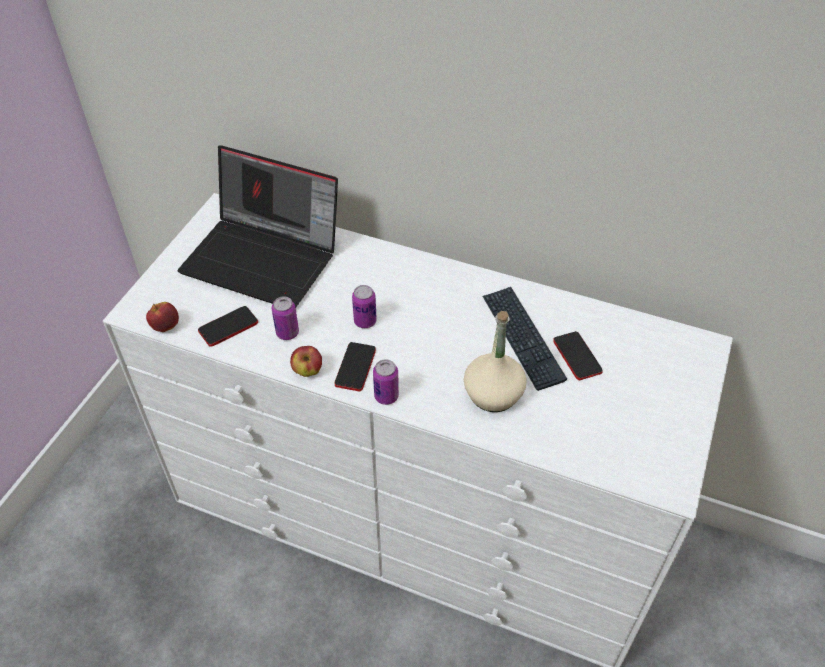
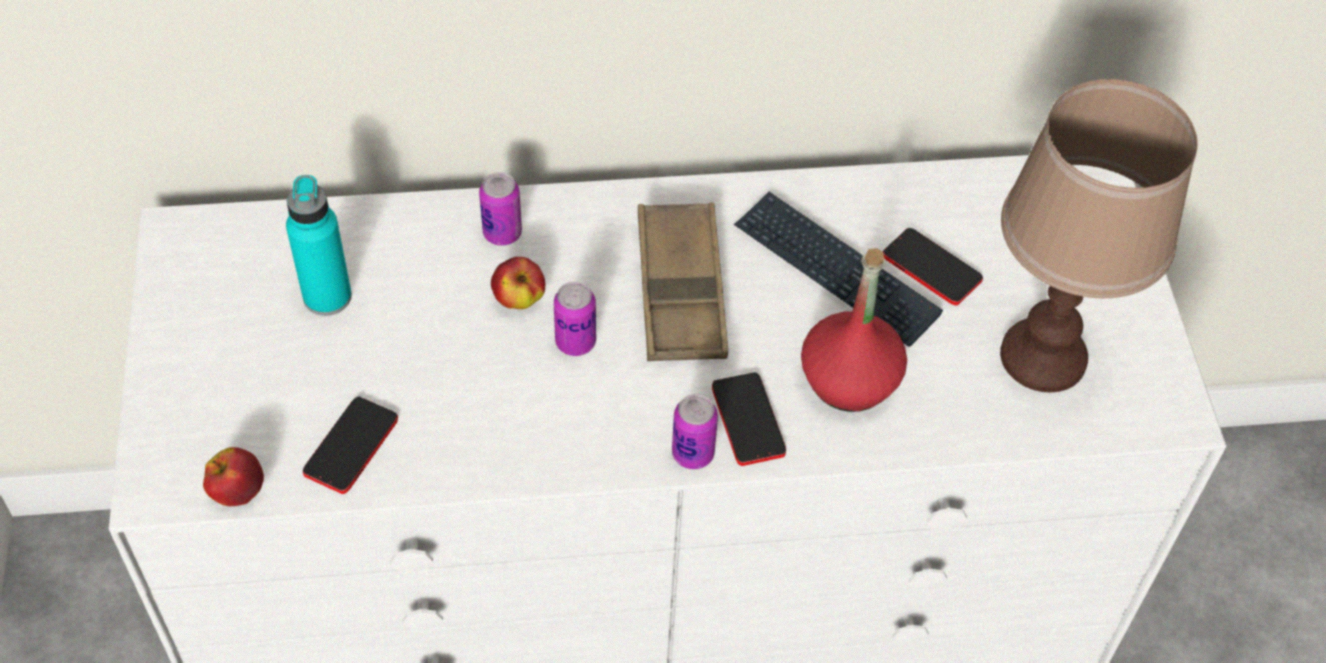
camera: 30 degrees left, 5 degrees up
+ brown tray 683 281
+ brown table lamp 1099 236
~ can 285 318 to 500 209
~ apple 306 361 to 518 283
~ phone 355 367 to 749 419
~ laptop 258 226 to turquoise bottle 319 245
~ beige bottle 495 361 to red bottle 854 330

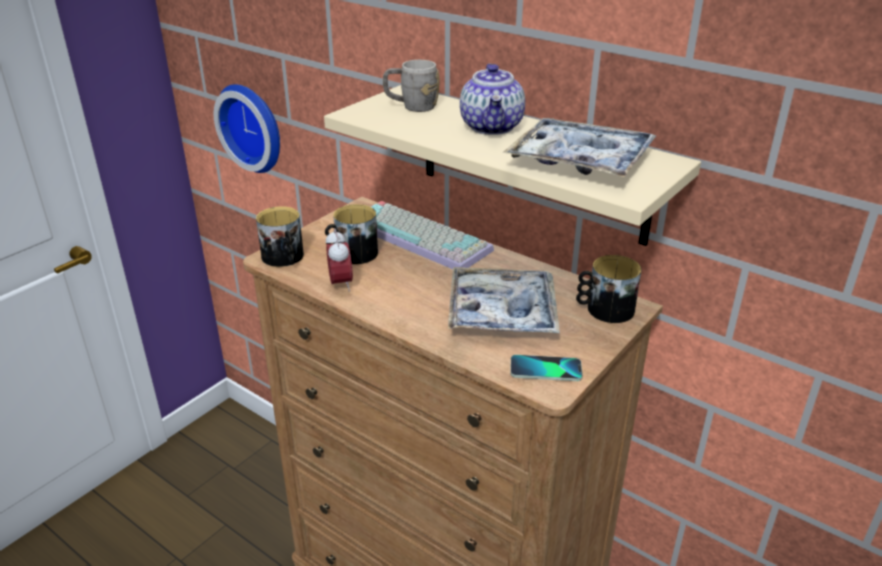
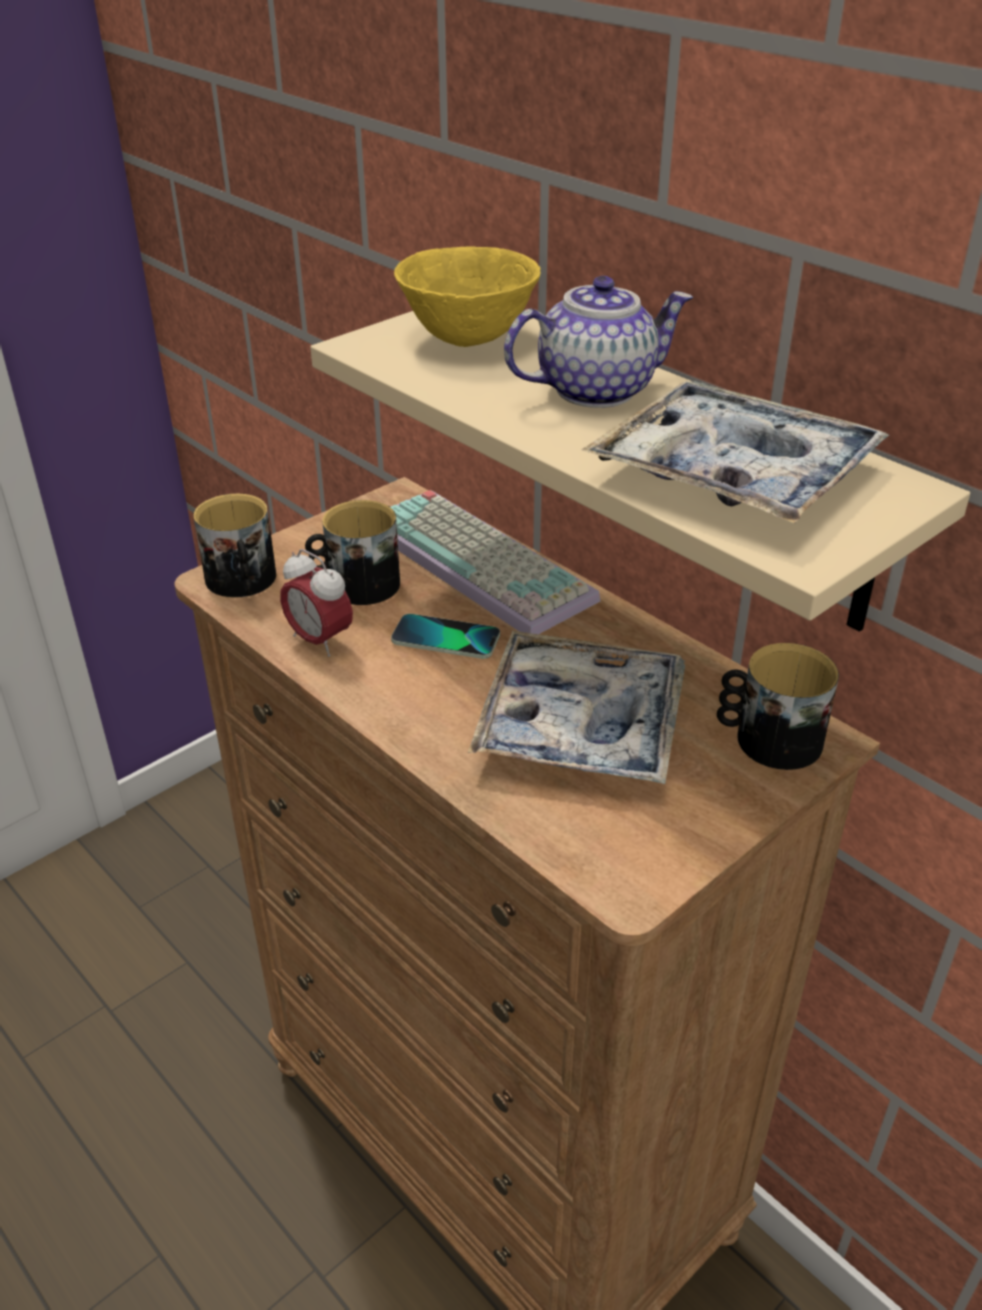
camera: 10 degrees right, 5 degrees up
- wall clock 247 129
~ phone 546 368 to 445 636
~ grey mug 411 86 to yellow bowl 467 297
~ alarm clock 339 260 = 316 603 135 degrees clockwise
~ teapot 492 99 = 598 342 120 degrees counterclockwise

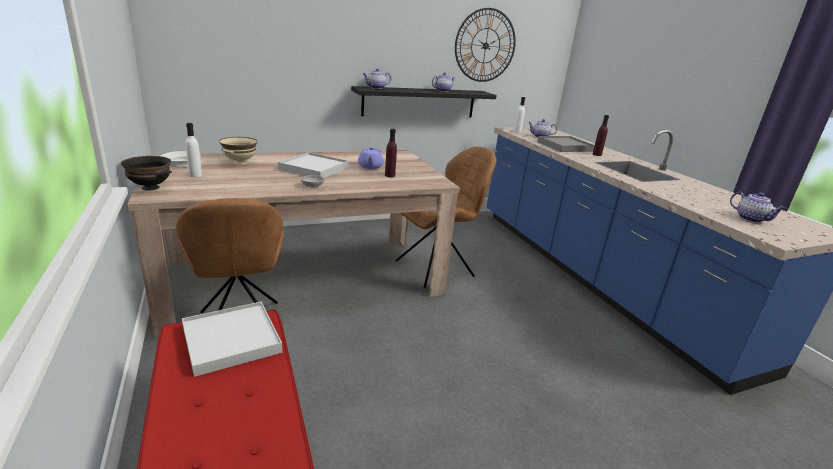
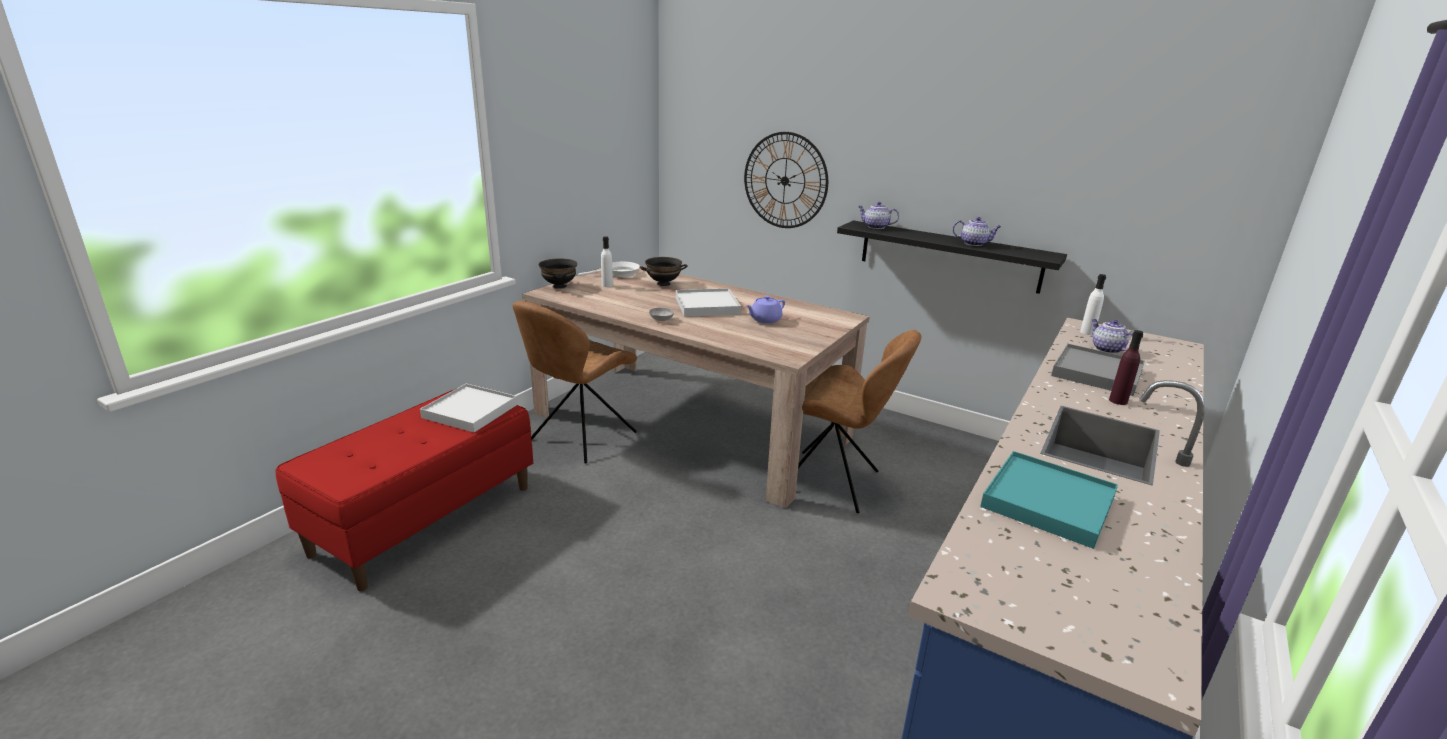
camera: 55 degrees right, 0 degrees up
- purple bottle 391 153
- teapot 758 207
+ turquoise tray 1049 500
~ wall clock 485 45 to 786 180
~ beige bowl 238 151 to black bowl 664 271

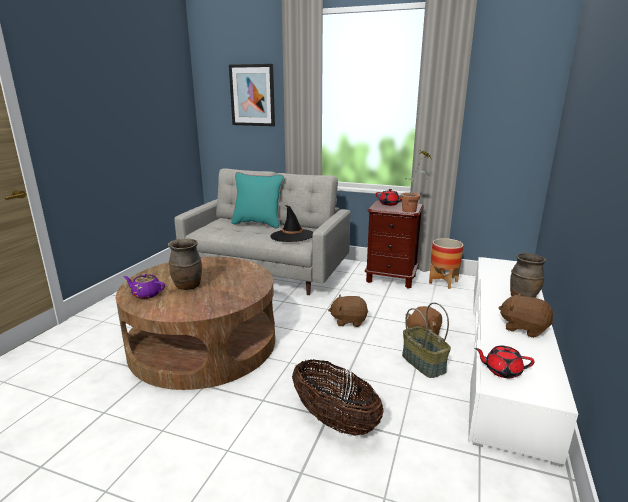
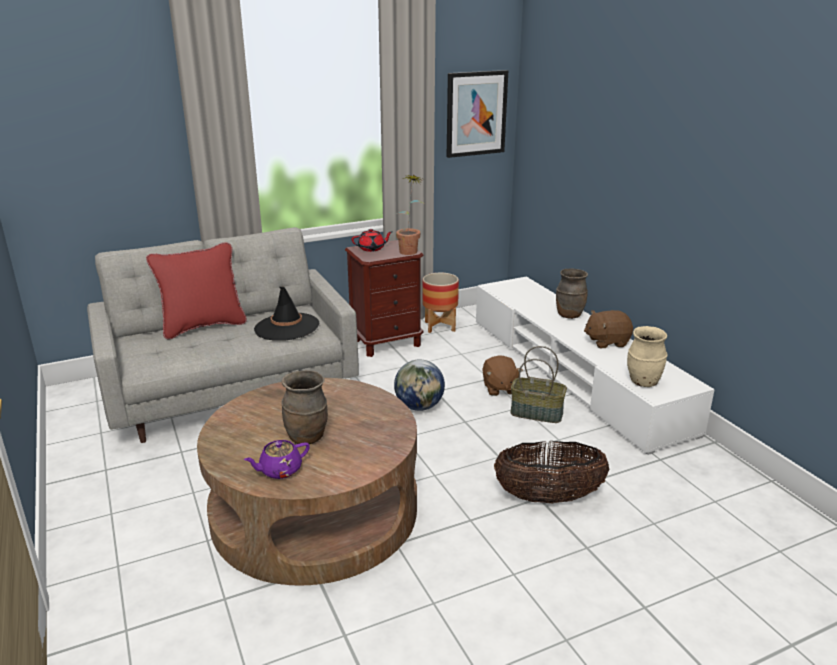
camera: 45 degrees left, 5 degrees up
~ picture 252 95 to 477 114
~ brown plush toy 348 310 to globe 419 385
~ red teapot 504 362 to beige vase 647 356
~ turquoise pillow 257 200 to red pillow 196 291

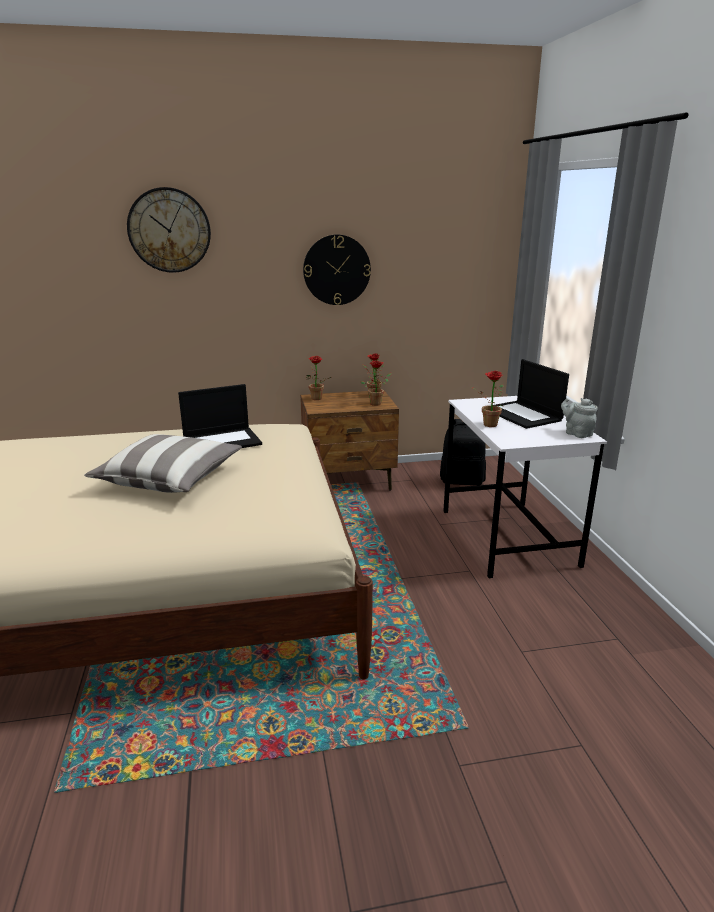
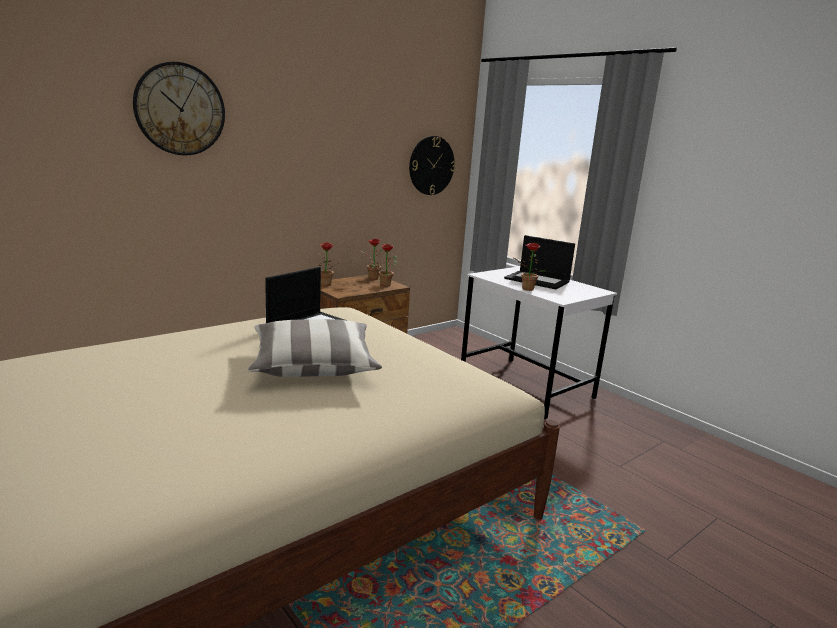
camera: 30 degrees left, 5 degrees down
- black backpack 463 452
- grey teapot 579 418
~ wall clock 337 269 to 432 165

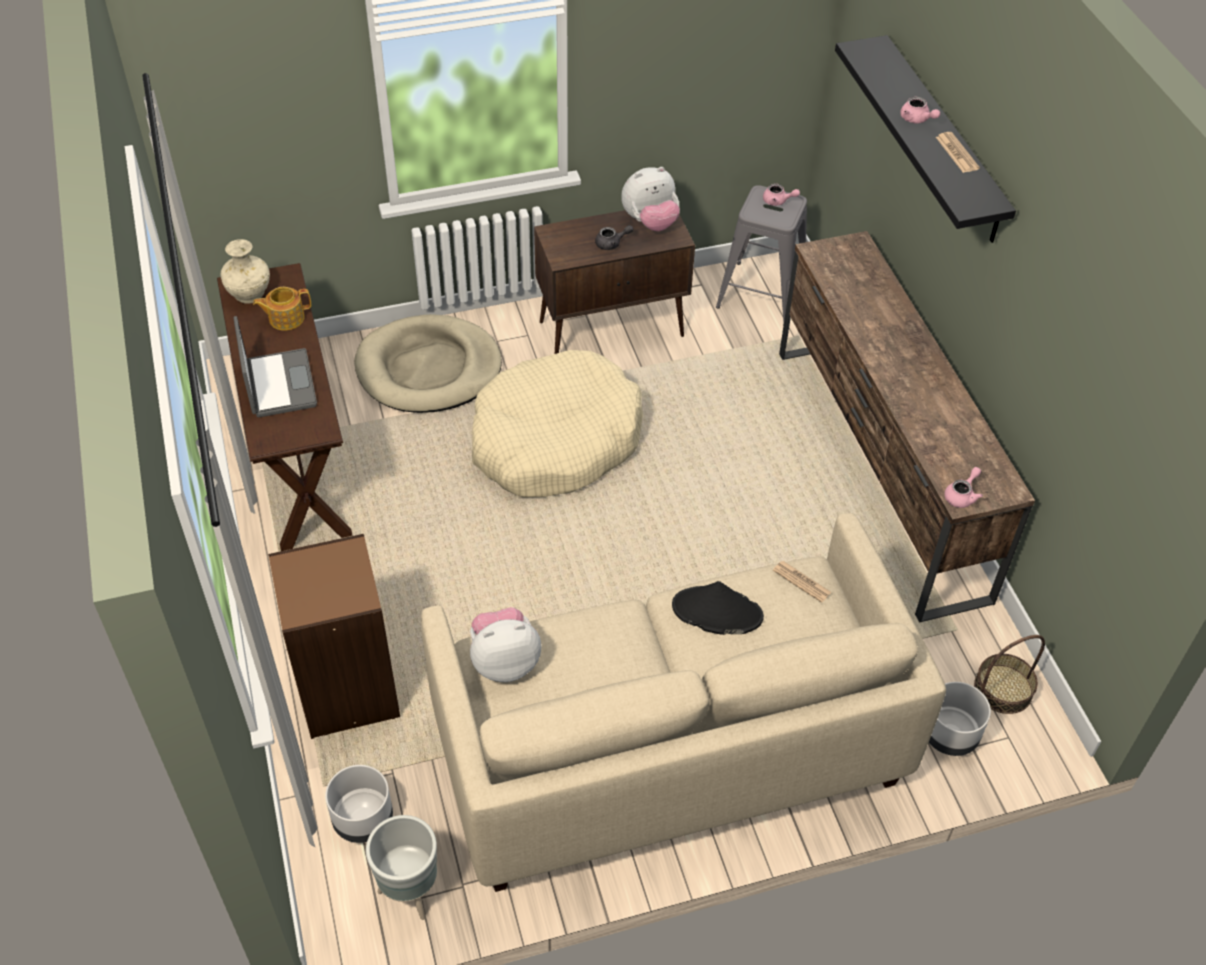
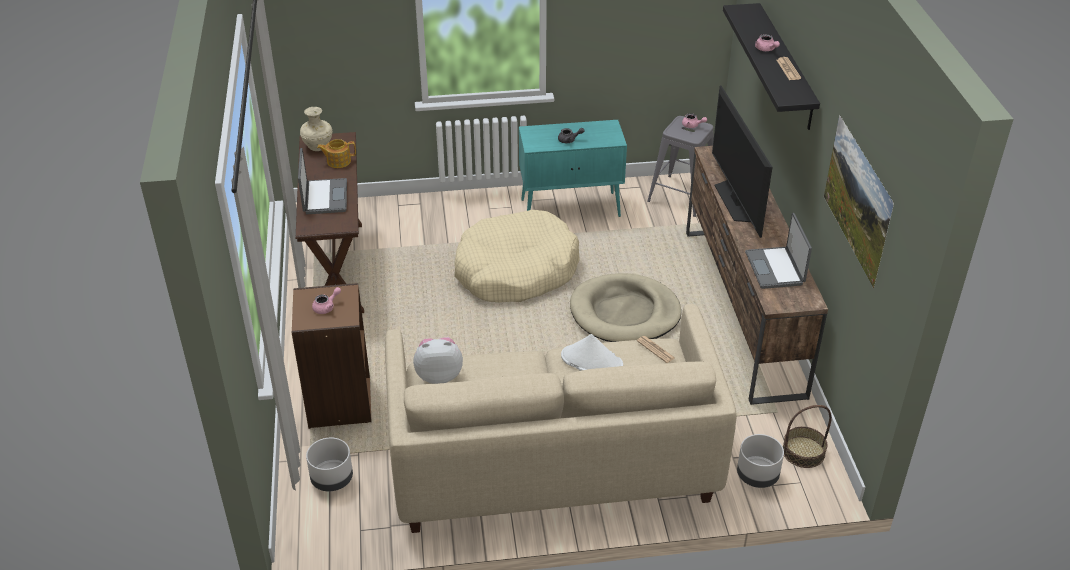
camera: 10 degrees right, 10 degrees down
- grey planter 401 867
- plush toy 650 199
+ television 742 161
+ laptop 778 251
+ picture 859 201
~ beige dog bed 428 363 to 625 307
~ pink teapot 963 487 to 326 300
~ brown cabinet 614 282 to turquoise cabinet 573 168
~ black hat 718 608 to white hat 592 352

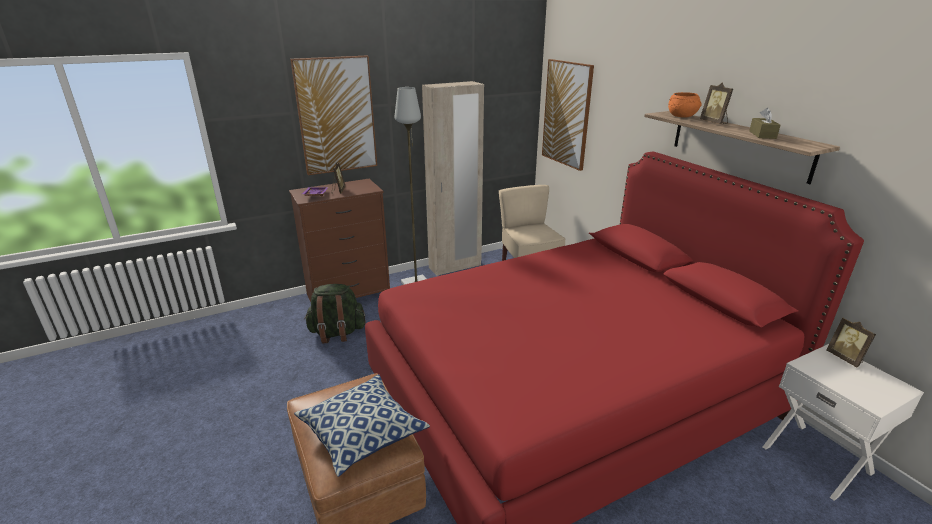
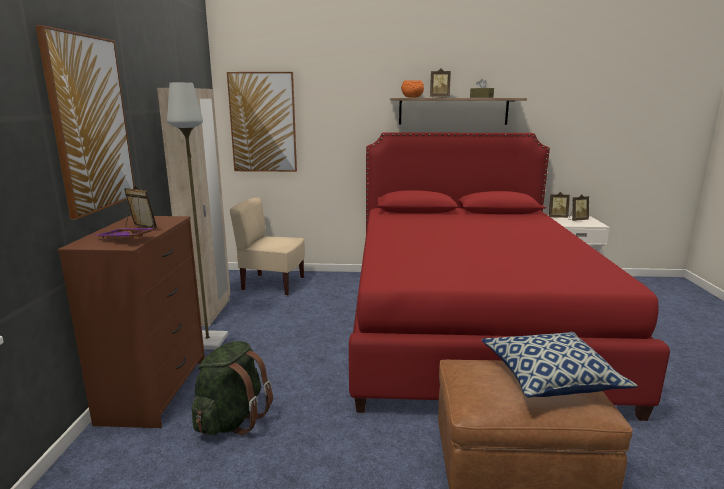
camera: 60 degrees left, 10 degrees down
+ picture frame 579 207

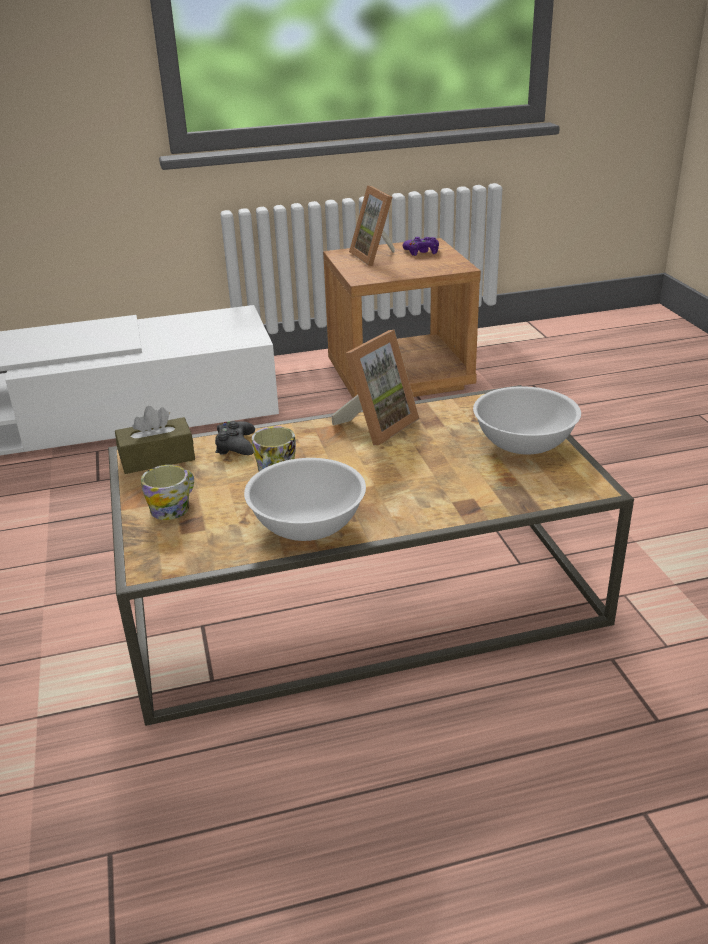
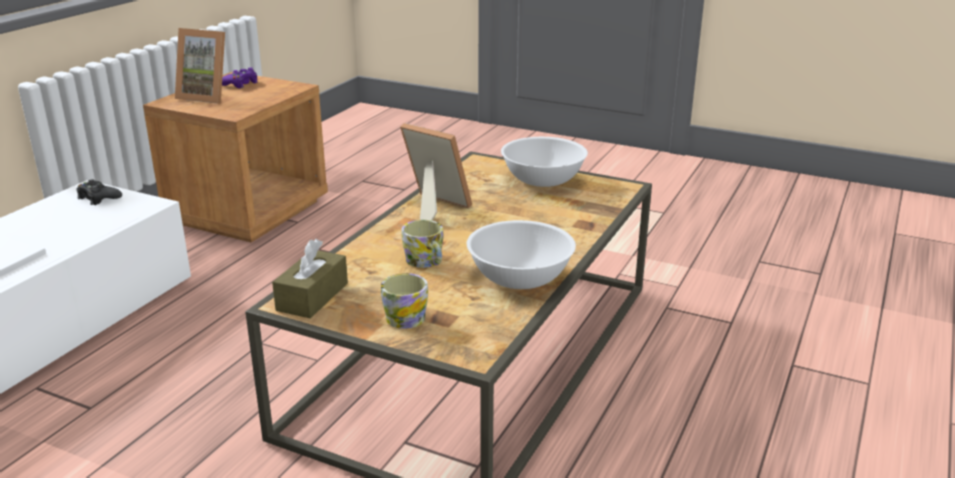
camera: 50 degrees left, 5 degrees down
~ black game controller 235 438 to 99 192
~ picture frame 375 387 = 436 172 45 degrees counterclockwise

